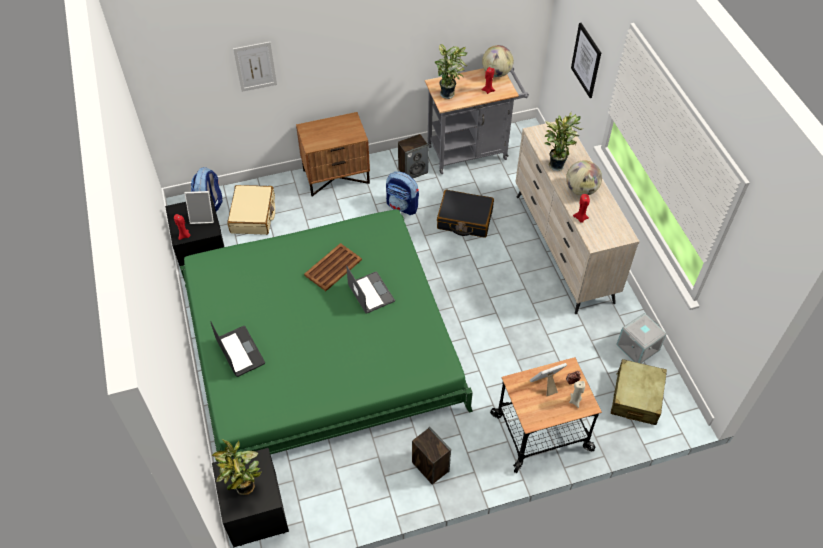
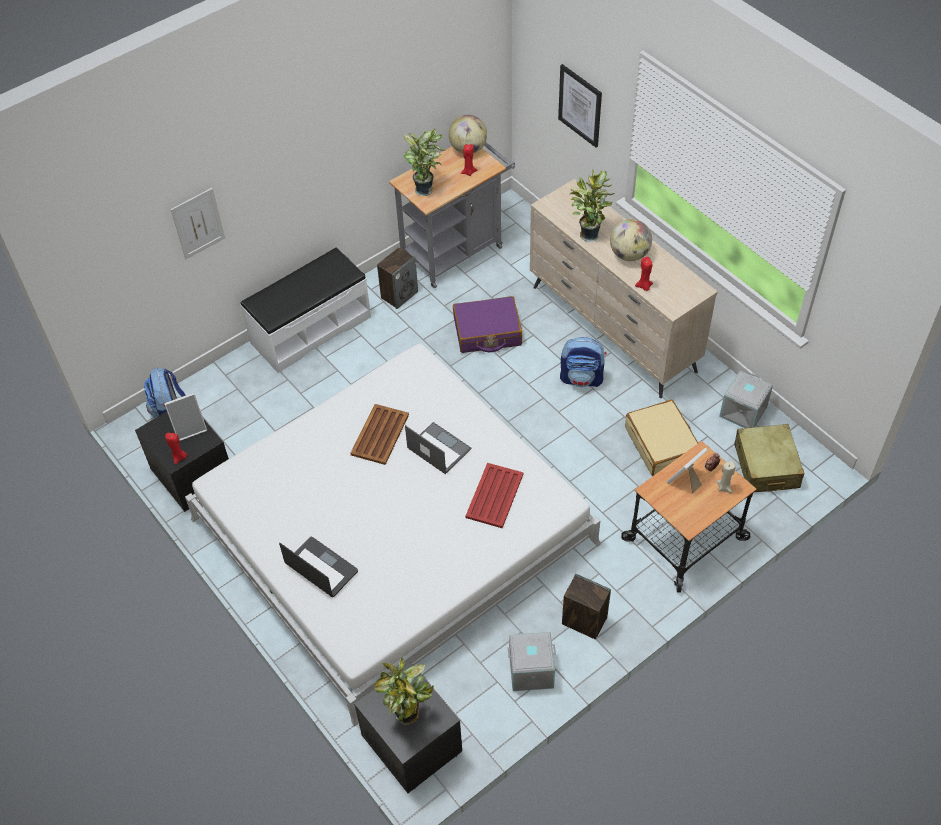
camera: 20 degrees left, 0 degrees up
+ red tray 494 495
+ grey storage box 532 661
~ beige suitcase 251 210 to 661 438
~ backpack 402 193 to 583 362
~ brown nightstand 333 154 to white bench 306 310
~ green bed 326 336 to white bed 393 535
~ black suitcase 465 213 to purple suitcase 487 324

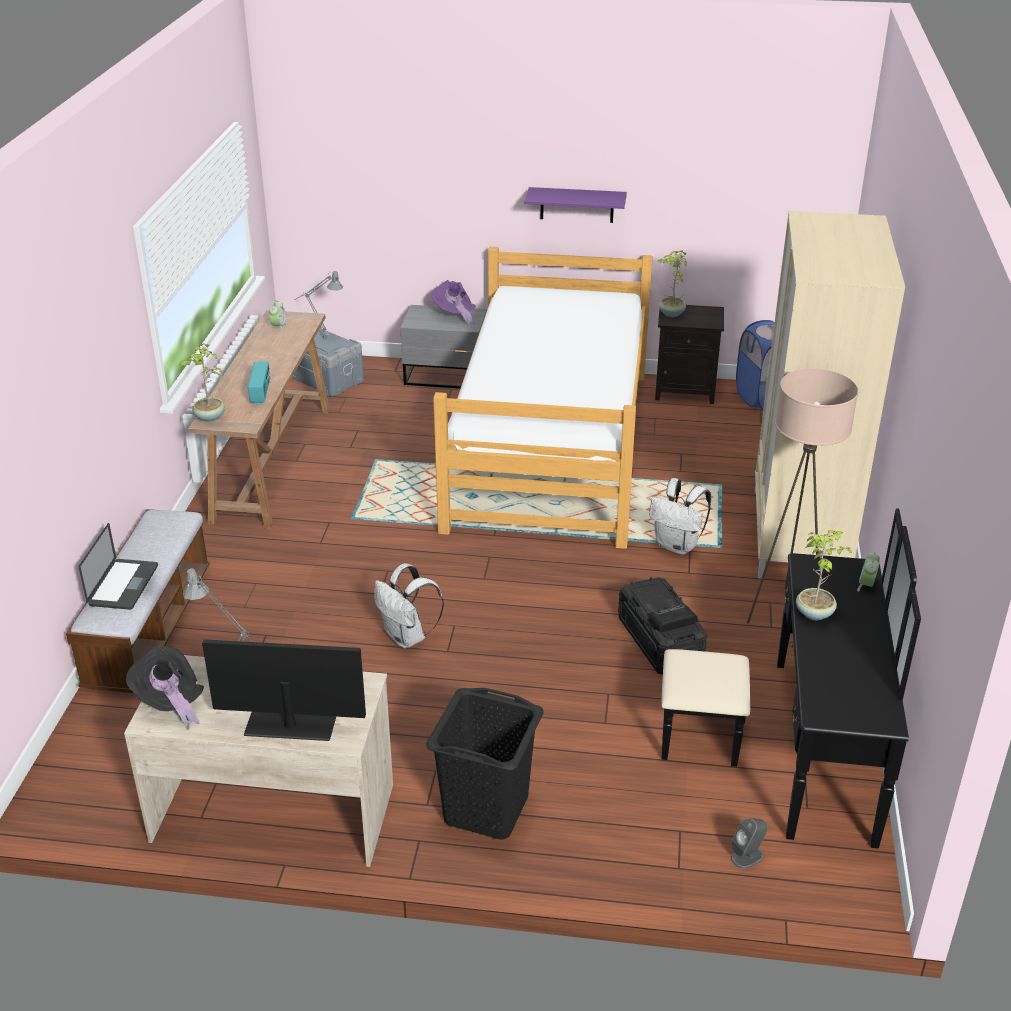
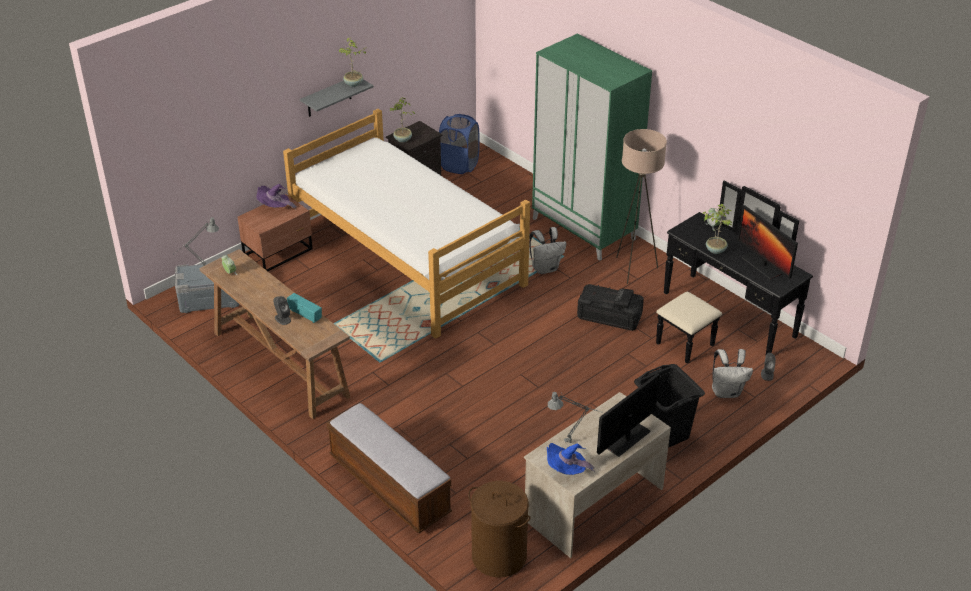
camera: 50 degrees left, 5 degrees up
- laptop 118 566
+ grey speaker 282 310
+ brown laundry basket 499 529
+ monitor 768 242
~ potted plant 202 382 to 352 62
~ white backpack 409 606 to 732 373
~ black hat 165 688 to blue hat 570 459
~ grey nightstand 443 347 to brown nightstand 275 232
~ purple shelf 575 205 to grey shelf 337 98
~ beige wardrobe 830 395 to green wardrobe 592 147

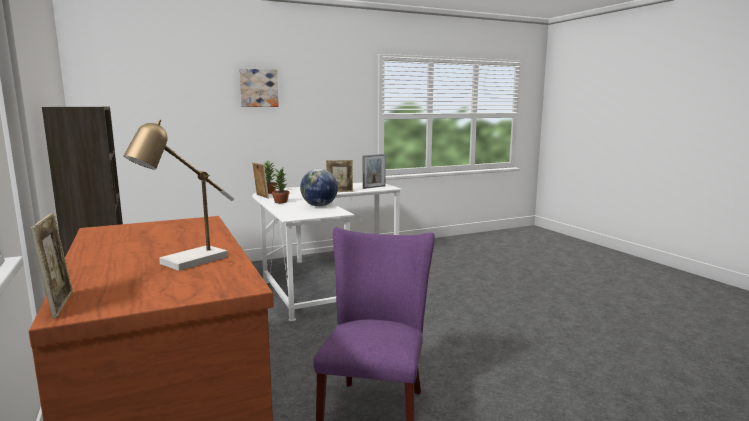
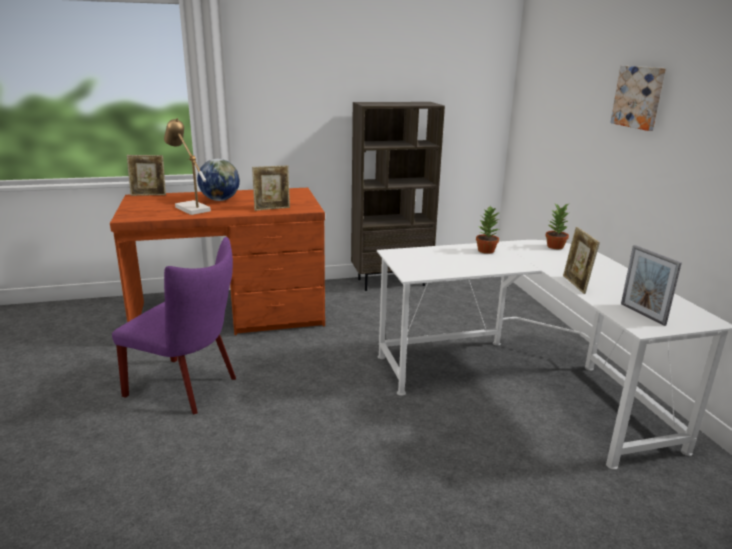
camera: 100 degrees right, 10 degrees up
~ picture frame 260 181 to 271 188
~ globe 319 188 to 218 180

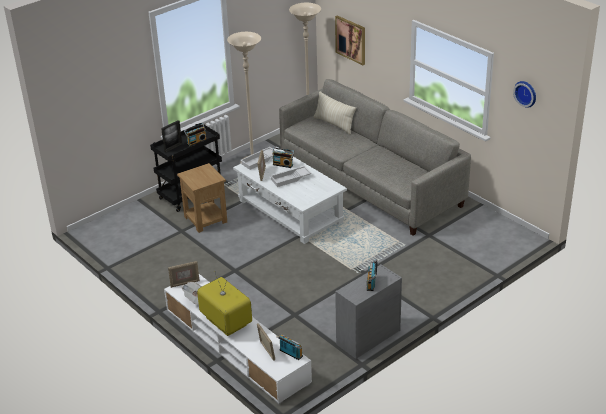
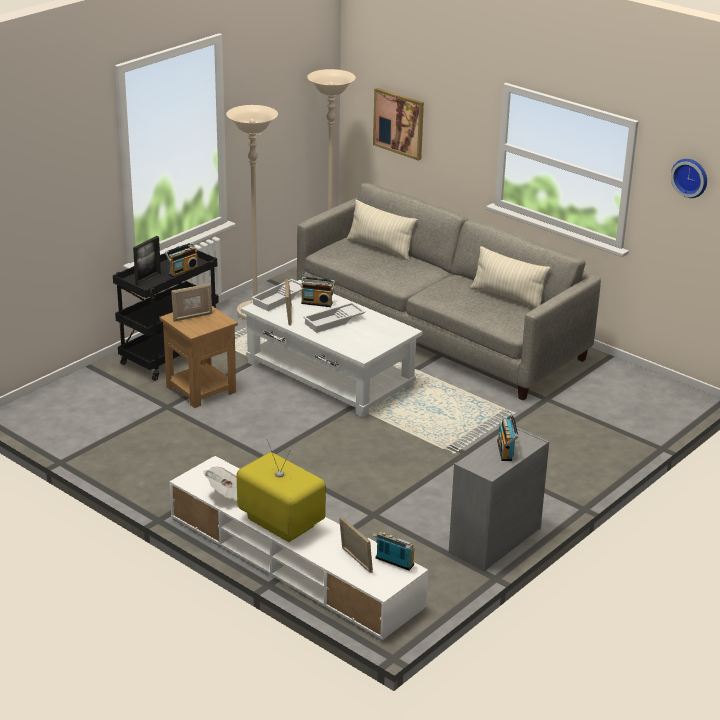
camera: 10 degrees left, 5 degrees down
+ beige pillow 510 277
~ picture frame 184 274 to 191 302

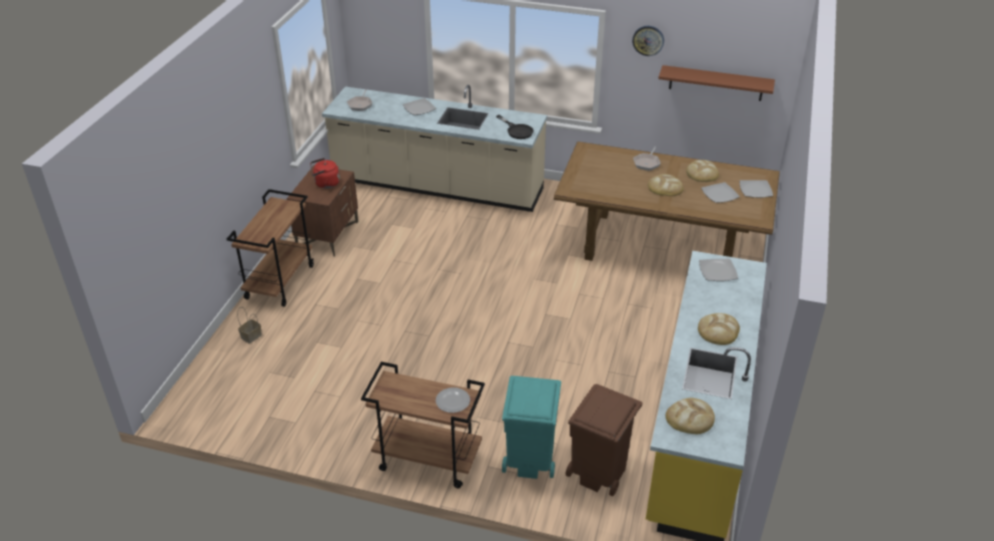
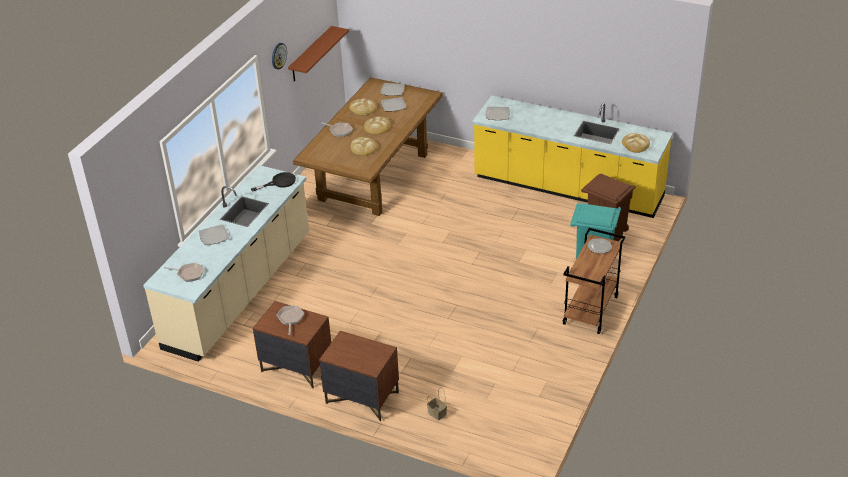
camera: 80 degrees left, 0 degrees up
~ bread 719 329 to 364 146
~ brown cart 270 248 to brown nightstand 359 376
~ red kettle 325 173 to frying pan 290 320

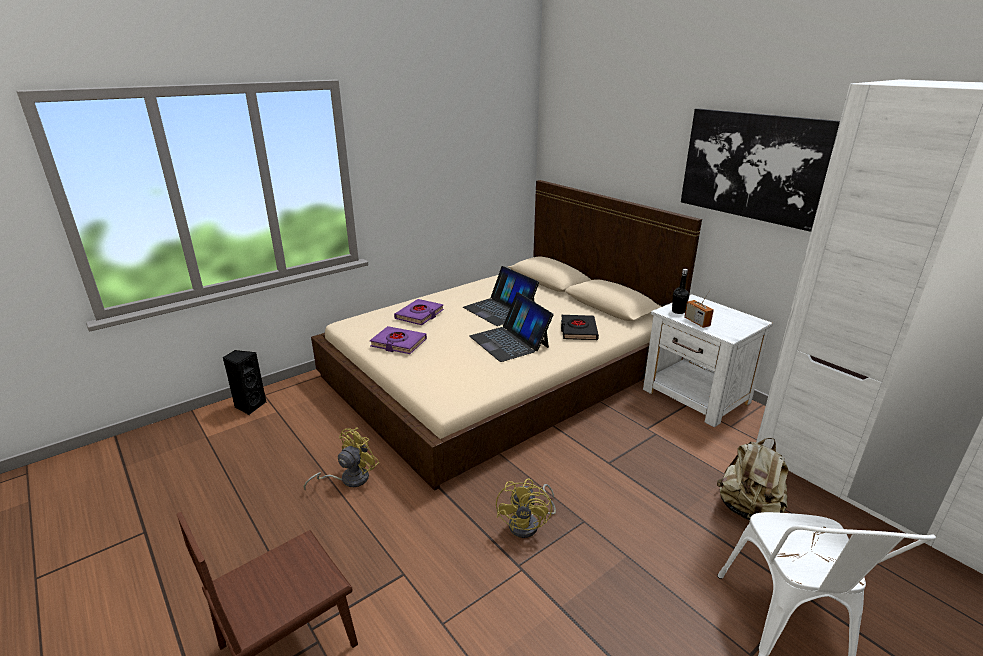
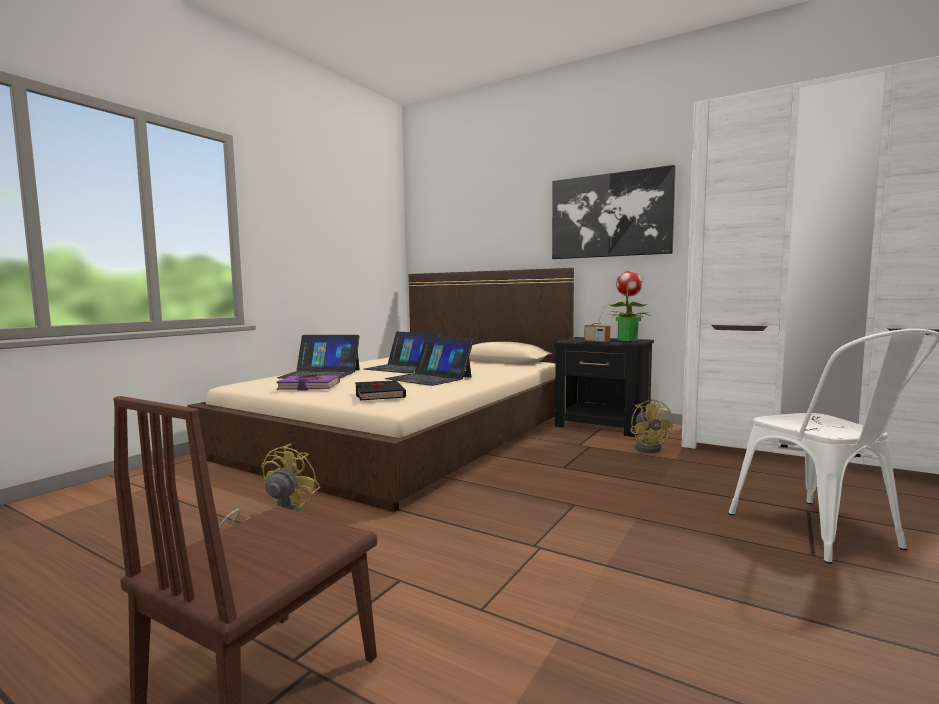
camera: 20 degrees left, 20 degrees down
- black speaker 244 382
- black bottle 680 291
- beige backpack 752 480
+ potted plant 628 306
~ yellow fan 526 508 to 651 425
~ black book 580 327 to 380 390
~ purple book 419 312 to laptop 318 356
~ white nightstand 708 361 to black nightstand 603 387

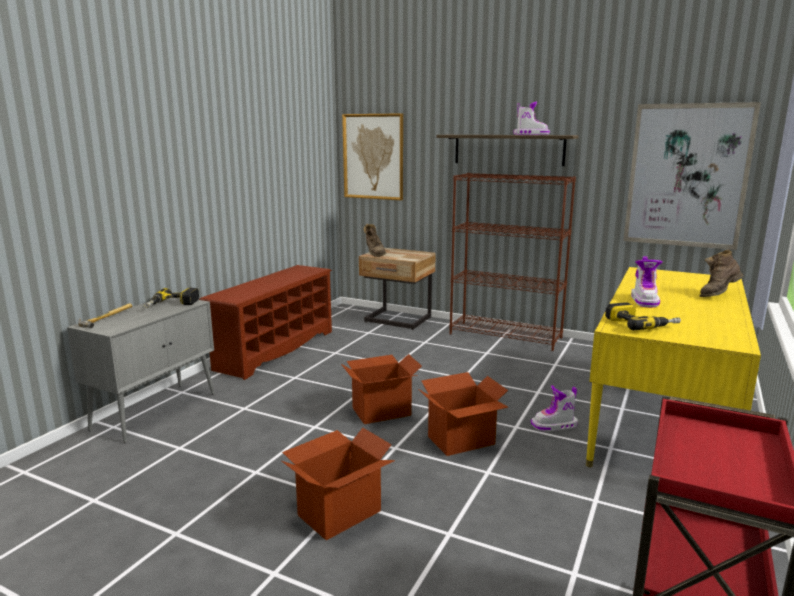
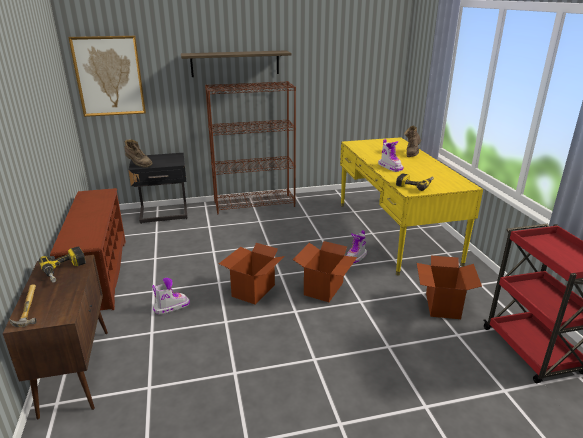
camera: 40 degrees left, 10 degrees up
- picture 692 176
~ cardboard box 338 484 to 449 287
~ boot 531 118 to 171 296
~ grey cabinet 141 370 to brown cabinet 55 337
~ beige nightstand 397 289 to black nightstand 158 188

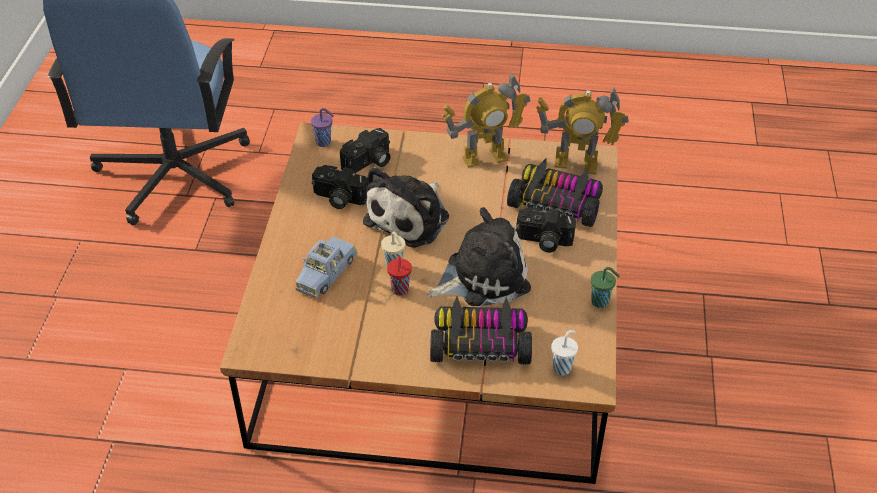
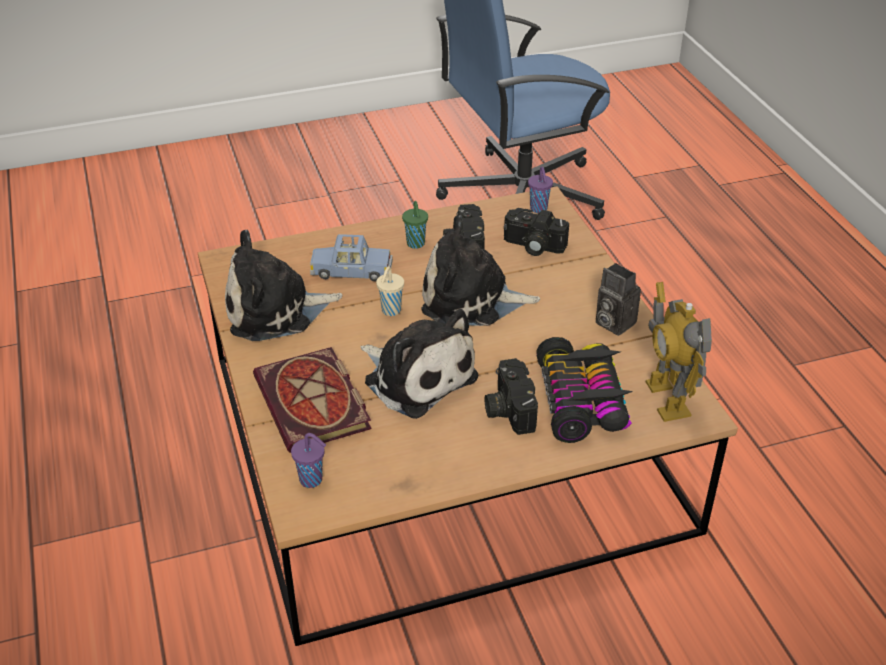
camera: 65 degrees right, 5 degrees down
- red cup 399 275
+ plush toy 283 285
~ green cup 605 287 to 415 225
~ toy car 481 331 to book 312 400
~ toy robot 486 120 to photo camera 618 299
~ white cup 564 352 to purple cup 308 460

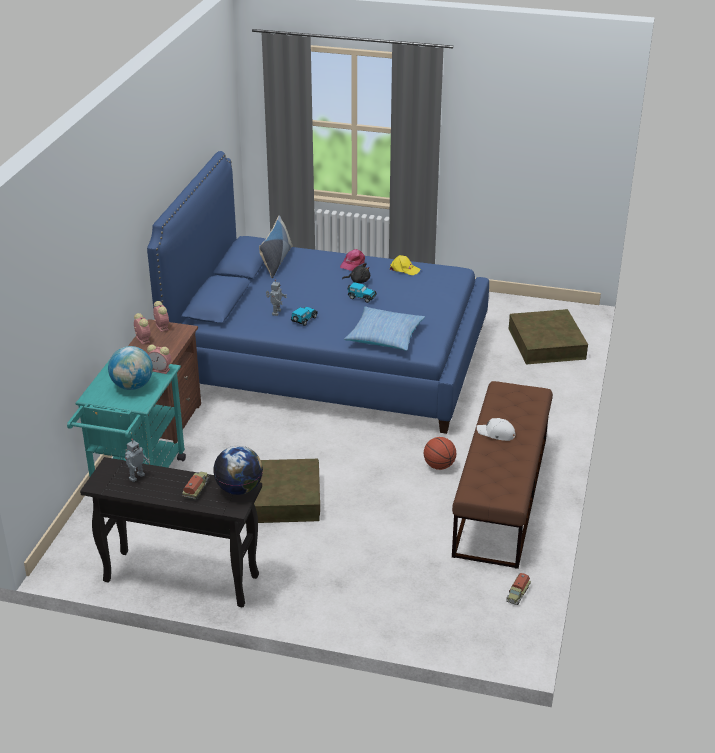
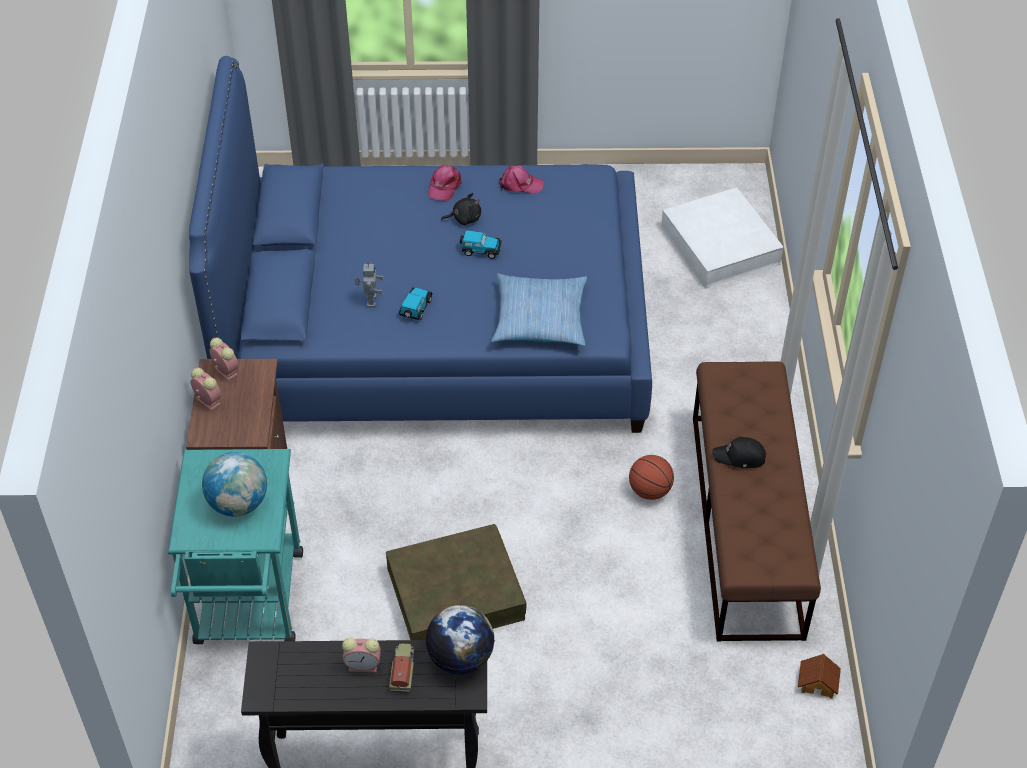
camera: 15 degrees left, 15 degrees up
- toy robot 137 460
- pillow 275 246
~ alarm clock 159 359 to 361 655
~ toy truck 518 589 to toy house 819 676
~ yellow cap 405 265 to pink cap 521 179
~ white cap 496 429 to black cap 739 452
~ brown storage box 548 337 to white storage box 722 238

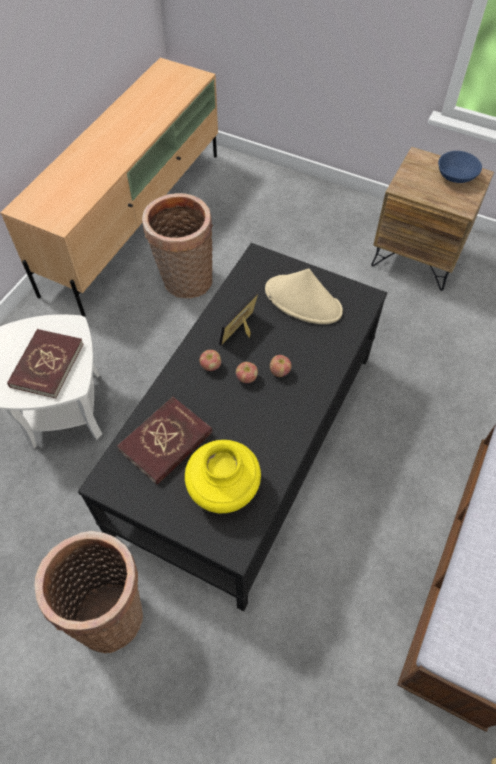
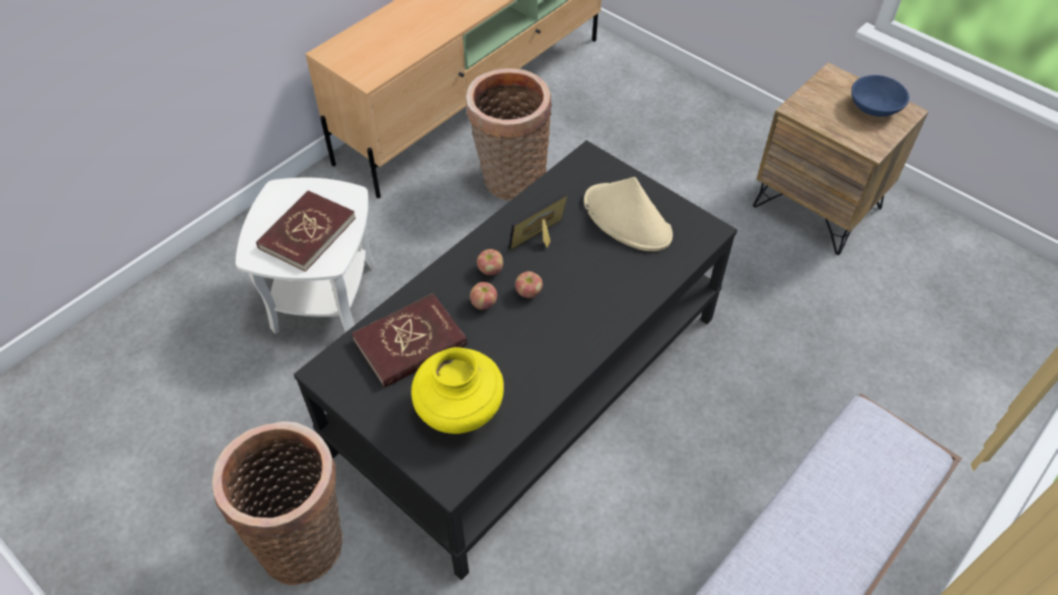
camera: 15 degrees right, 5 degrees down
~ apple 281 366 to 483 296

